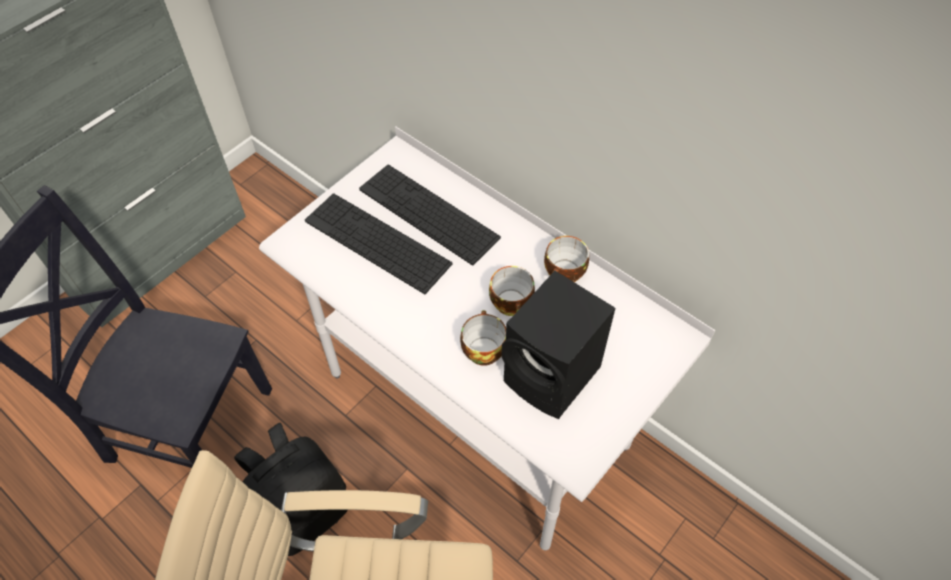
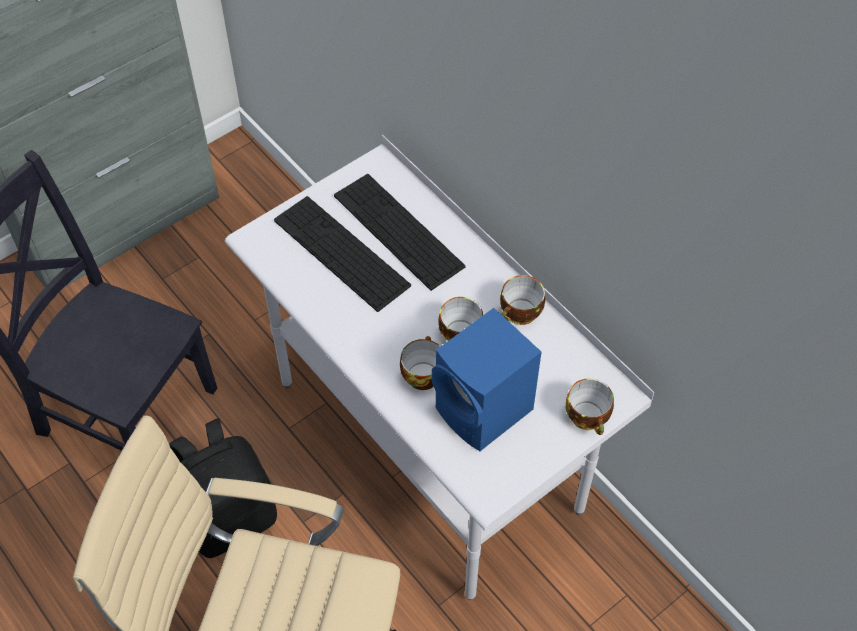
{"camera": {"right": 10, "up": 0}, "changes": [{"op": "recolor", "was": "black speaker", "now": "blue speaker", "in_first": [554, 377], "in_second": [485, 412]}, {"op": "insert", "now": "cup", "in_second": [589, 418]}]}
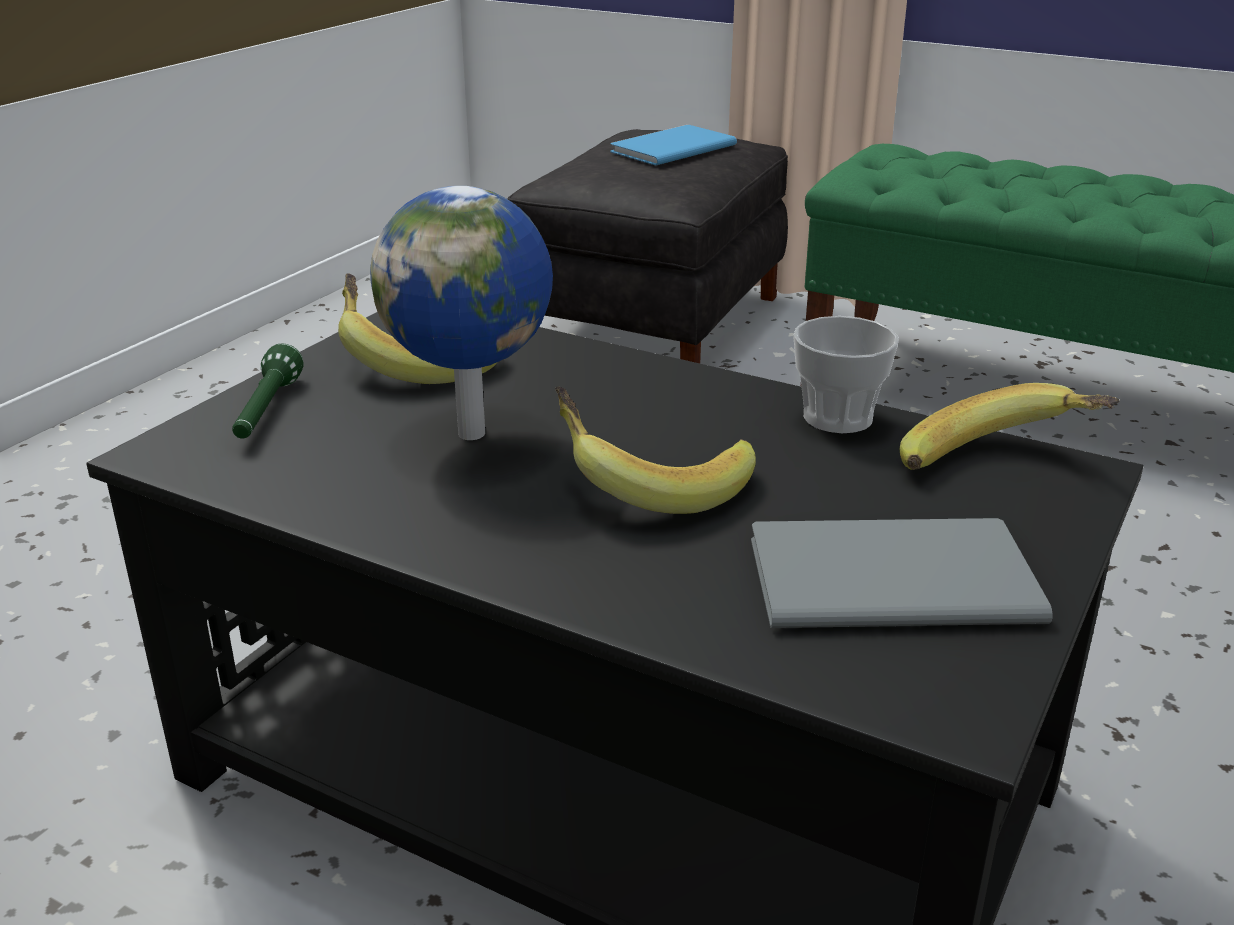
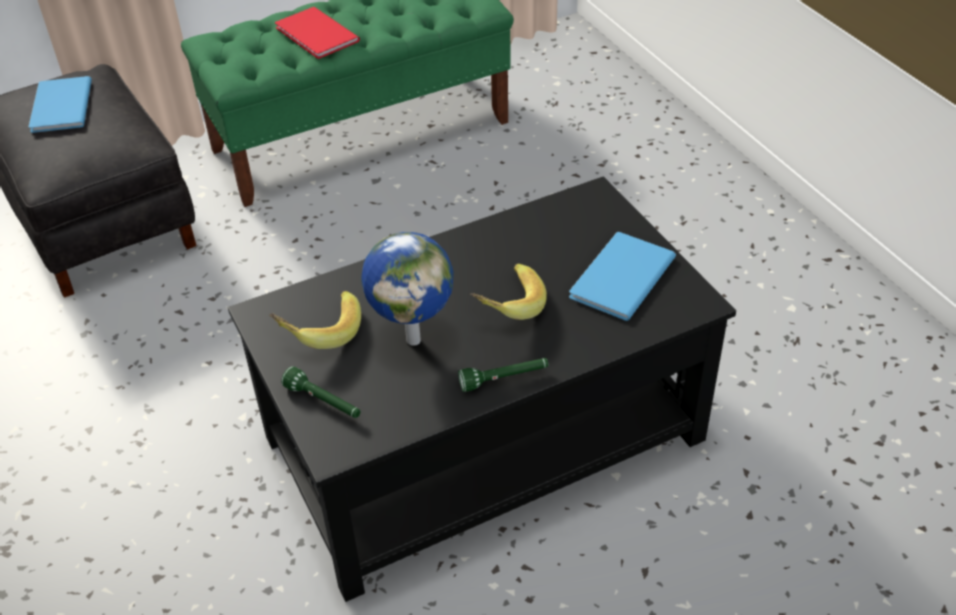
{"camera": {"right": -55, "up": 15}, "changes": [{"op": "recolor", "was": "grey book", "now": "blue book", "in_first": [882, 576], "in_second": [618, 278]}, {"op": "delete", "was": "cup", "in_first": [838, 418]}, {"op": "delete", "was": "banana", "in_first": [1000, 469]}, {"op": "insert", "now": "red book", "in_second": [316, 36]}, {"op": "insert", "now": "green flashlight", "in_second": [504, 379]}]}
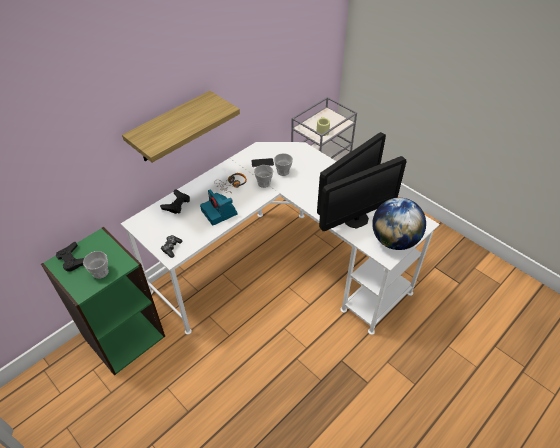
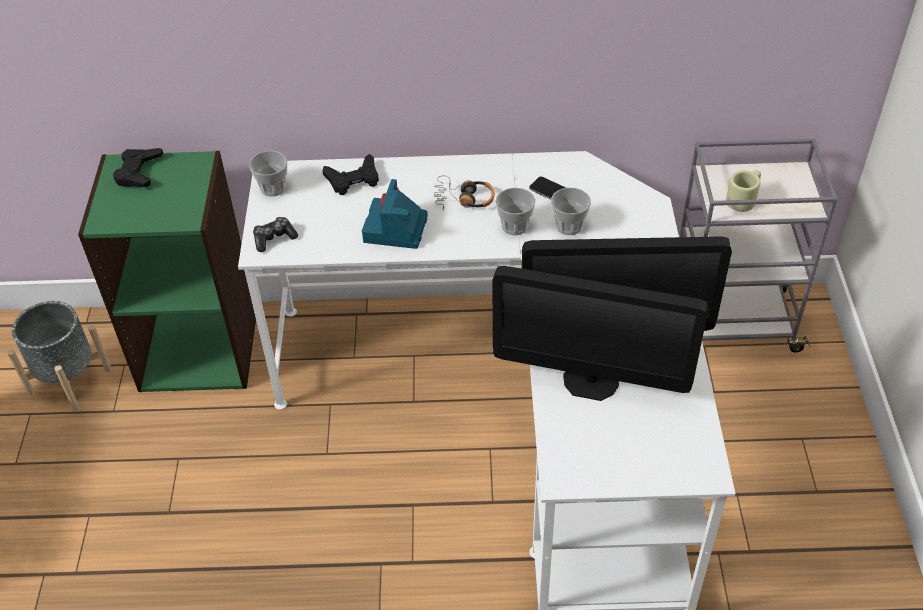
{"camera": {"right": 45, "up": 0}, "changes": [{"op": "move", "was": "cup", "in_first": [100, 272], "in_second": [273, 188]}, {"op": "delete", "was": "shelf", "in_first": [171, 128]}, {"op": "delete", "was": "globe", "in_first": [394, 240]}, {"op": "insert", "now": "grey planter", "in_second": [70, 381]}]}
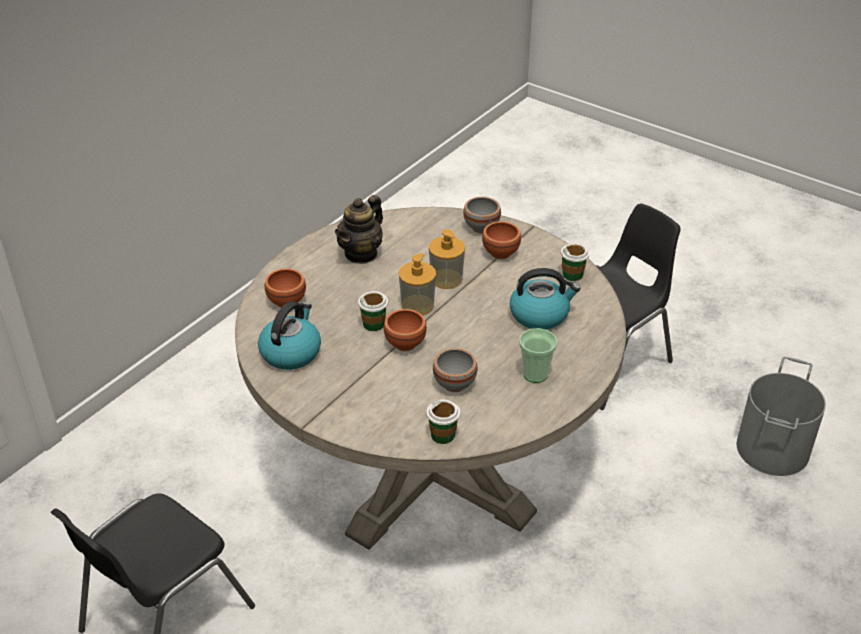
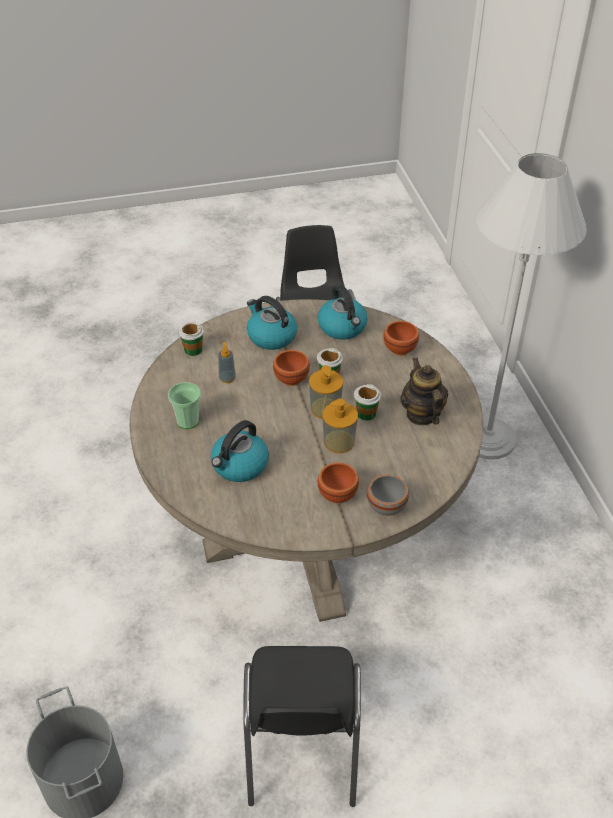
{"camera": {"right": 130, "up": 5}, "changes": [{"op": "replace", "was": "grey bowl", "now": "soap dispenser", "in_first": [453, 384], "in_second": [227, 378]}, {"op": "move", "was": "cup", "in_first": [572, 274], "in_second": [366, 413]}, {"op": "insert", "now": "kettle", "in_second": [271, 336]}, {"op": "insert", "now": "white floor lamp", "in_second": [488, 438]}]}
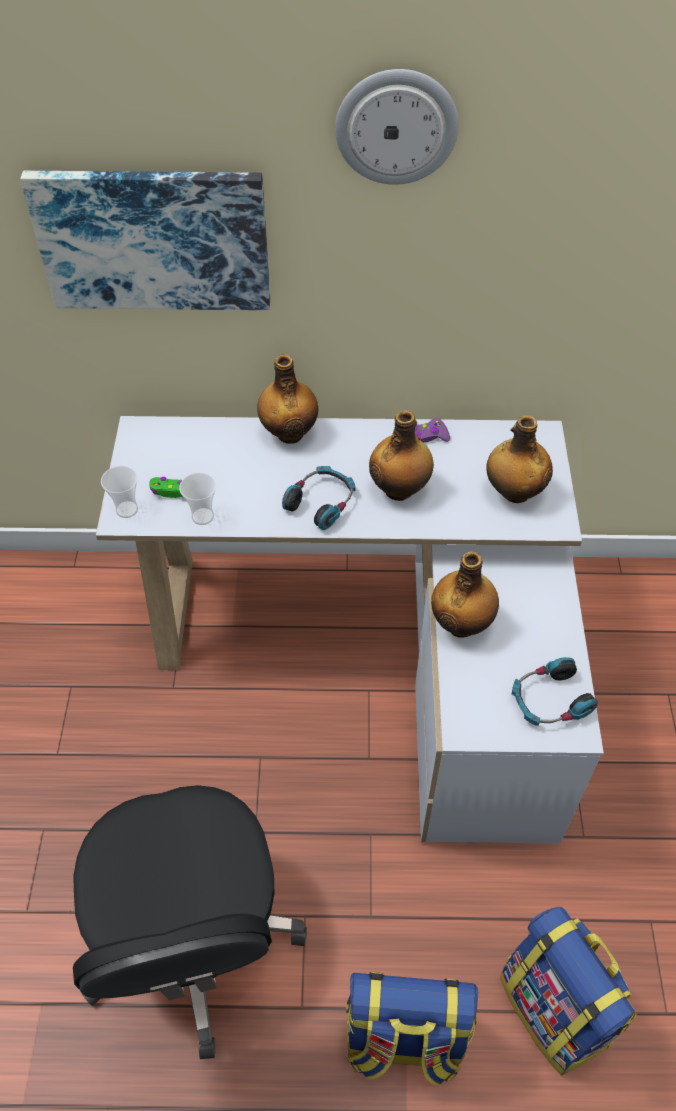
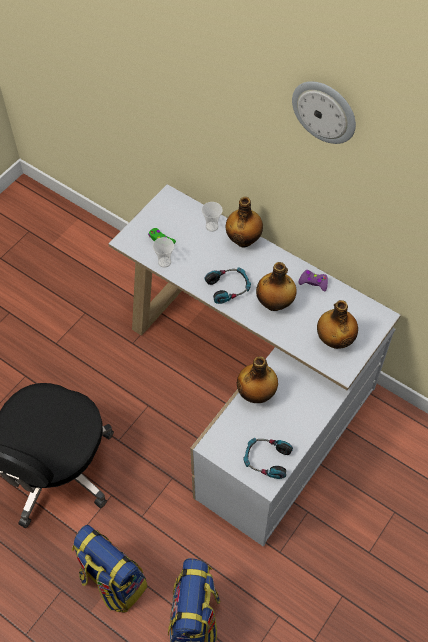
{"camera": {"right": 35, "up": 5}, "changes": [{"op": "delete", "was": "picture", "in_first": [154, 238]}, {"op": "move", "was": "cup", "in_first": [127, 509], "in_second": [212, 226]}]}
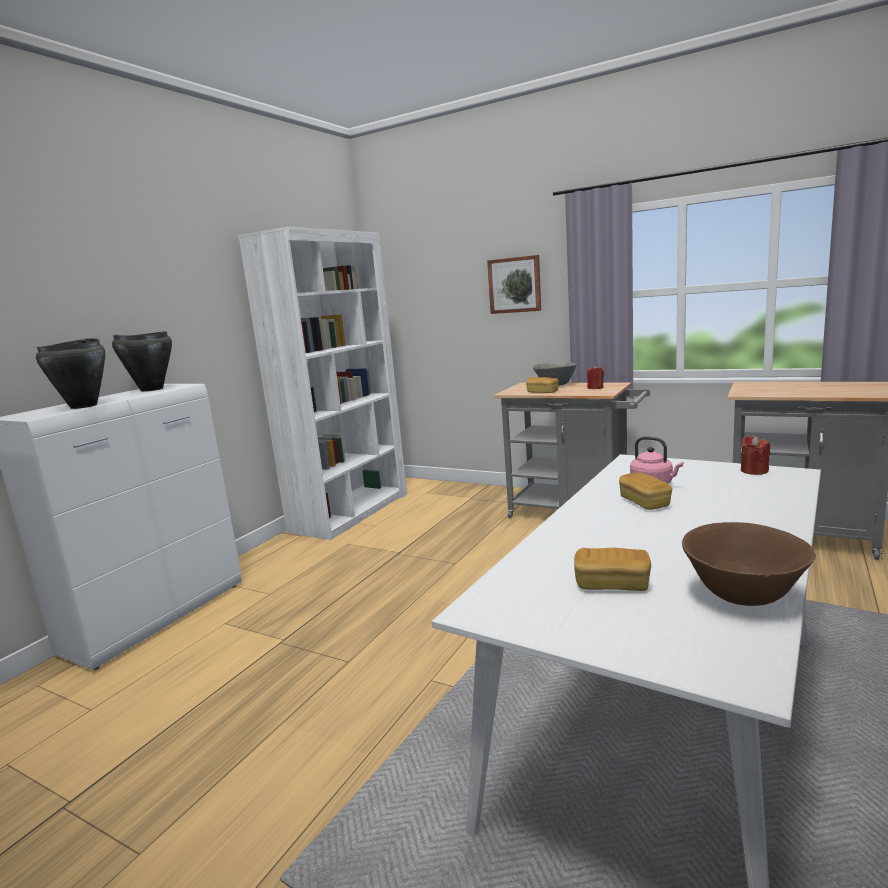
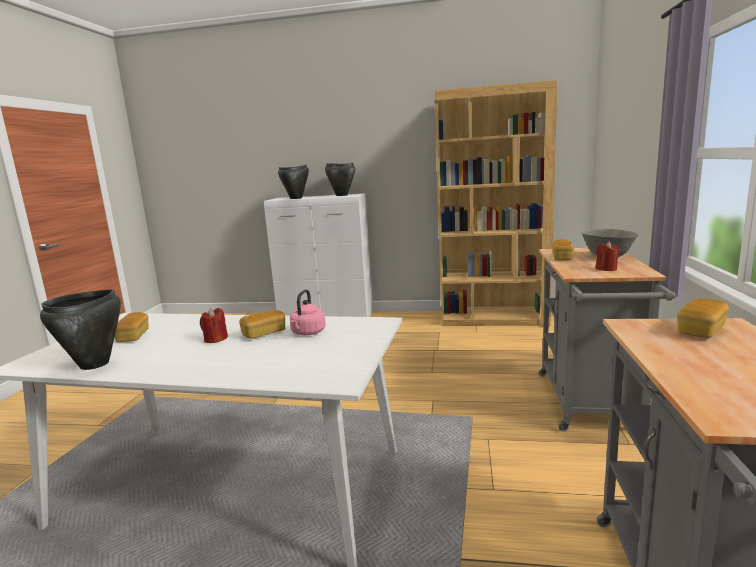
{"camera": {"right": 70, "up": 0}, "changes": [{"op": "recolor", "was": "white bookcase", "now": "brown bookcase", "in_first": [351, 512], "in_second": [493, 318]}, {"op": "delete", "was": "picture", "in_first": [515, 285]}, {"op": "replace", "was": "brown bowl", "now": "black cooking pot", "in_first": [743, 596], "in_second": [95, 364]}, {"op": "move", "was": "red candle", "in_first": [754, 471], "in_second": [215, 339]}, {"op": "insert", "now": "bread", "in_second": [701, 331]}]}
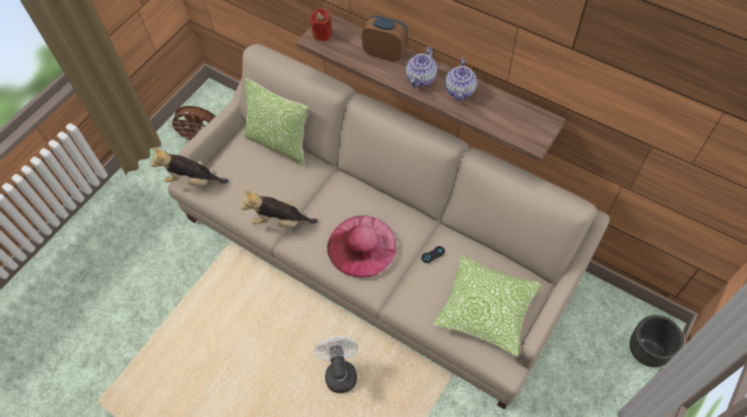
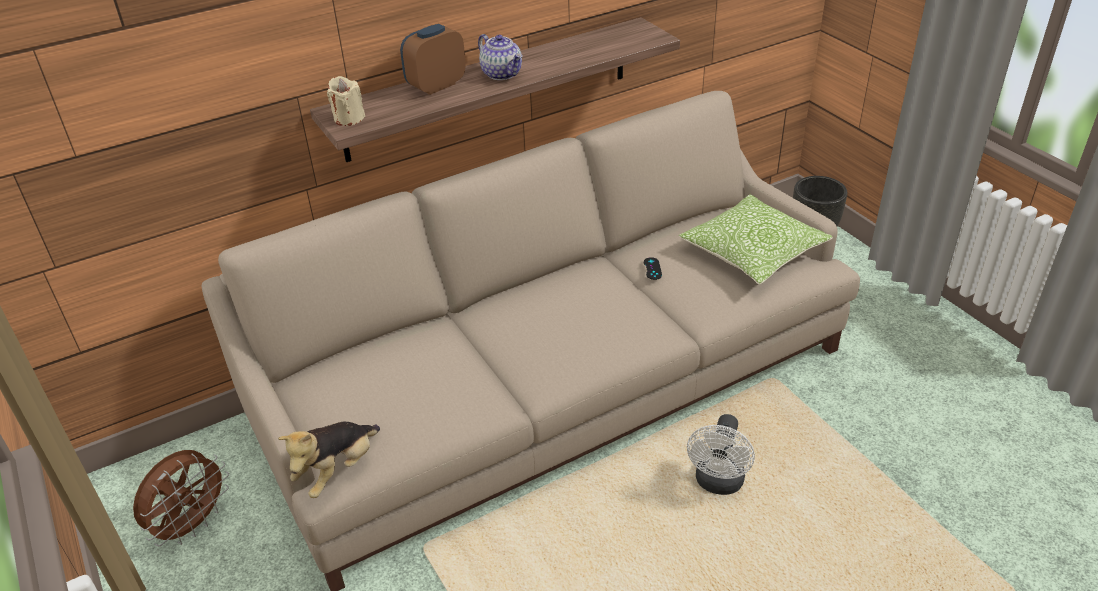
{"camera": {"right": -65, "up": -20}, "changes": [{"op": "delete", "was": "plush toy", "in_first": [280, 221]}, {"op": "delete", "was": "pillow", "in_first": [279, 144]}, {"op": "recolor", "was": "red candle", "now": "beige candle", "in_first": [322, 34], "in_second": [348, 118]}, {"op": "rotate", "was": "white fan", "in_first": [340, 372], "in_second": [718, 483], "clockwise": -90}, {"op": "delete", "was": "pink hat", "in_first": [362, 246]}, {"op": "delete", "was": "teapot", "in_first": [460, 91]}]}
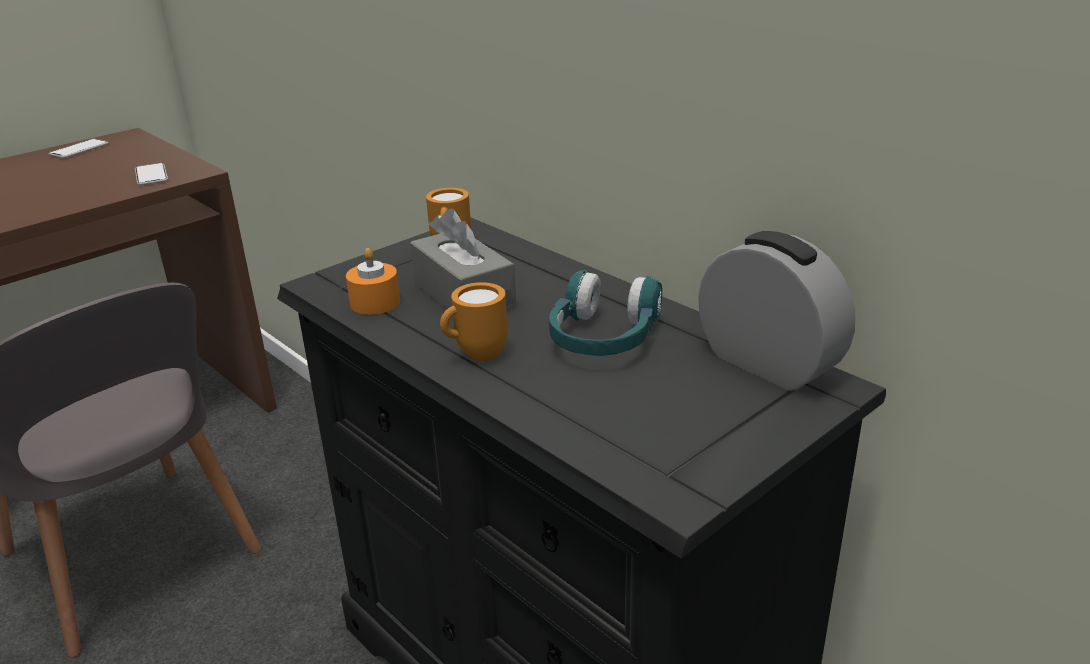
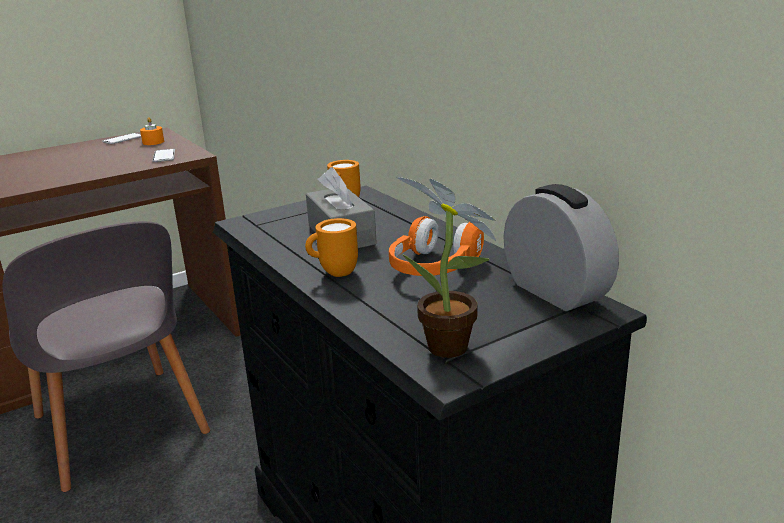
{"camera": {"right": 10, "up": -5}, "changes": [{"op": "move", "was": "orange candle", "in_first": [375, 302], "in_second": [153, 142]}, {"op": "recolor", "was": "turquoise headphones", "now": "orange headphones", "in_first": [603, 339], "in_second": [433, 268]}, {"op": "insert", "now": "potted plant", "in_second": [451, 350]}]}
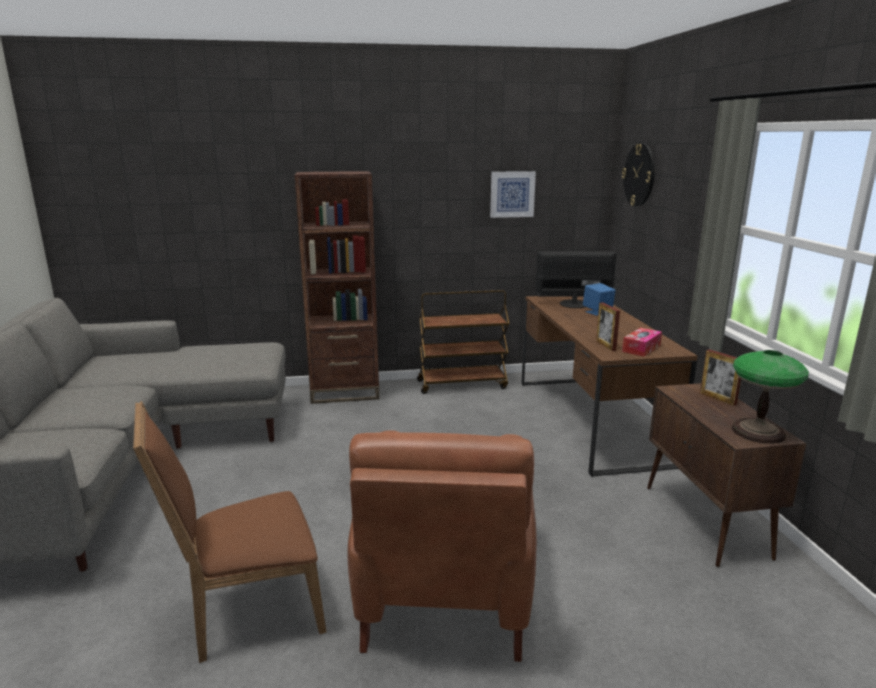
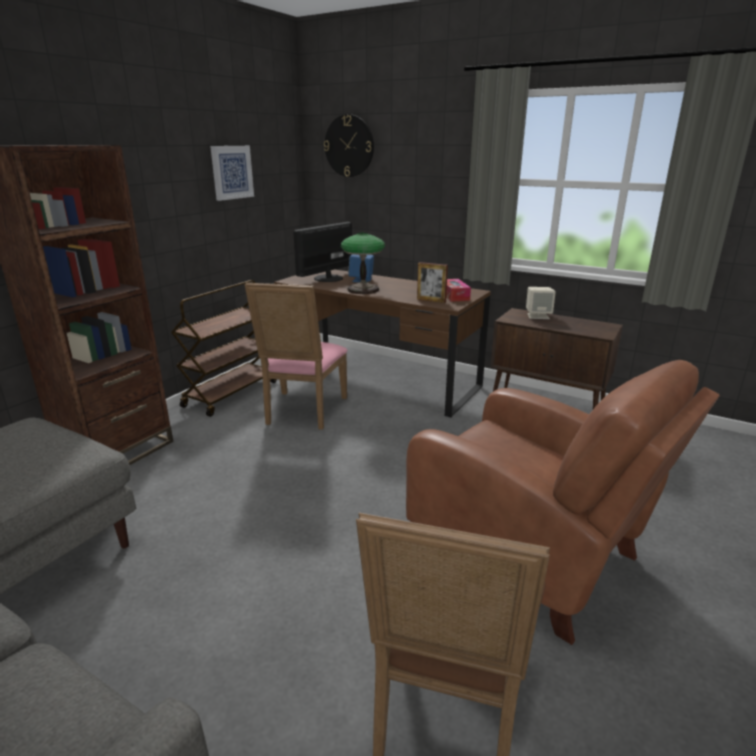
{"camera": {"right": -50, "up": 5}, "changes": [{"op": "replace", "was": "picture frame", "now": "beige speaker", "in_first": [718, 398], "in_second": [538, 316]}, {"op": "move", "was": "table lamp", "in_first": [757, 432], "in_second": [363, 290]}, {"op": "insert", "now": "pink chair", "in_second": [303, 412]}]}
